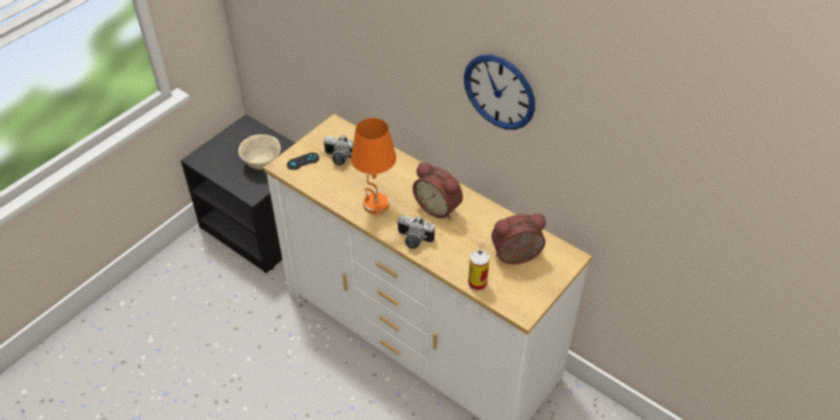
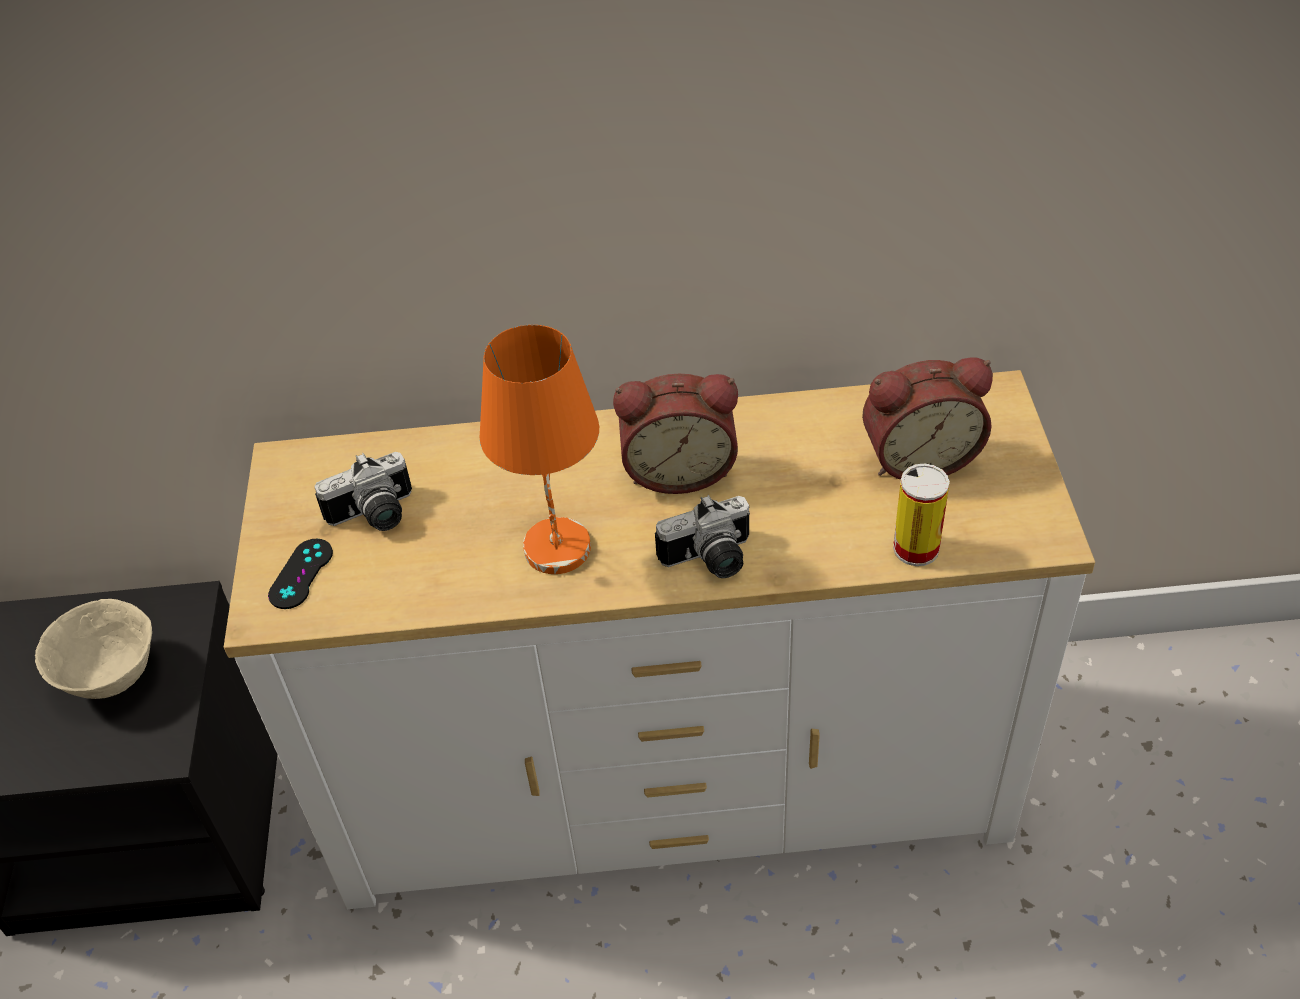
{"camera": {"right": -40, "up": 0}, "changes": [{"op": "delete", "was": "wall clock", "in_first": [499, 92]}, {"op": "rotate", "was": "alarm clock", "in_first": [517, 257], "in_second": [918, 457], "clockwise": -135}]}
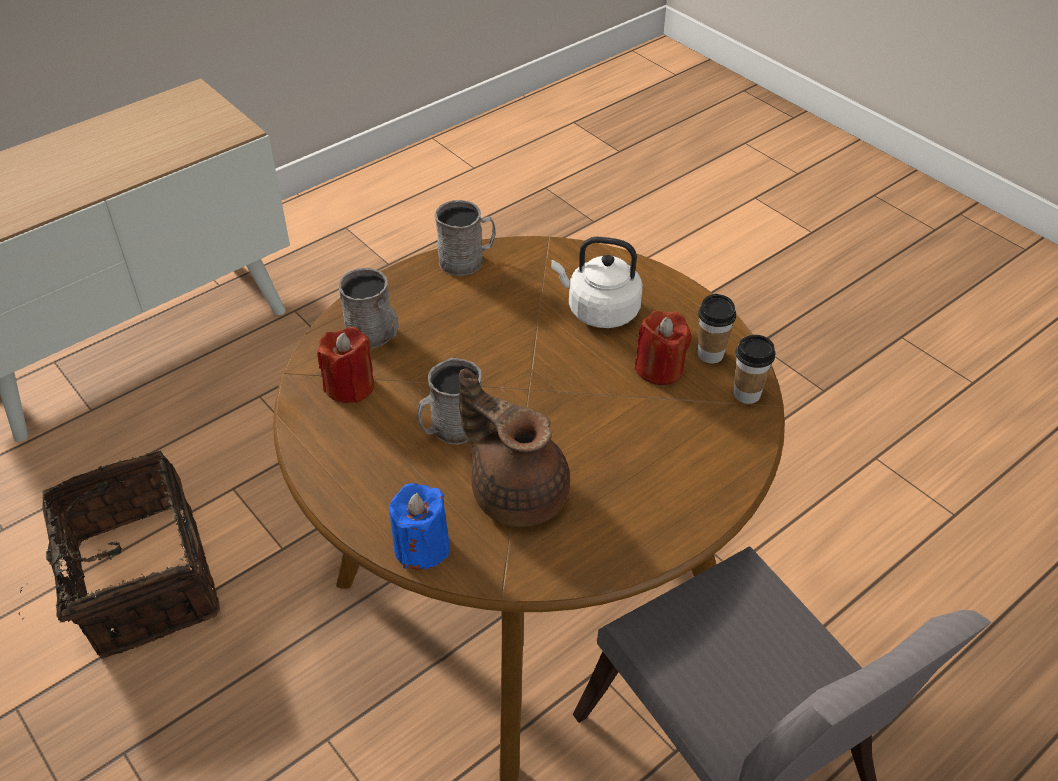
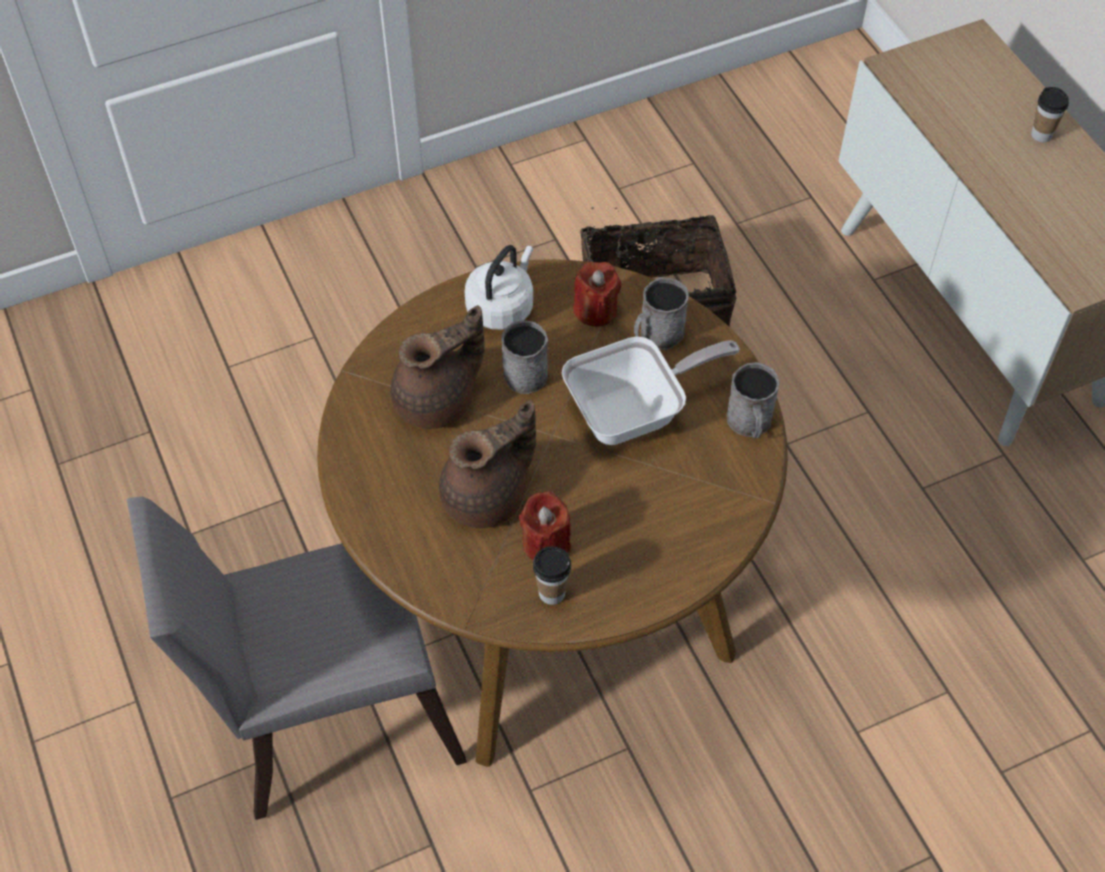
{"camera": {"right": 105, "up": 10}, "changes": [{"op": "delete", "was": "blue candle", "in_first": [421, 547]}, {"op": "move", "was": "white kettle", "in_first": [599, 311], "in_second": [502, 307]}, {"op": "move", "was": "cup", "in_first": [747, 394], "in_second": [1041, 135]}, {"op": "insert", "now": "brown teapot", "in_second": [488, 497]}, {"op": "insert", "now": "frying pan", "in_second": [634, 412]}]}
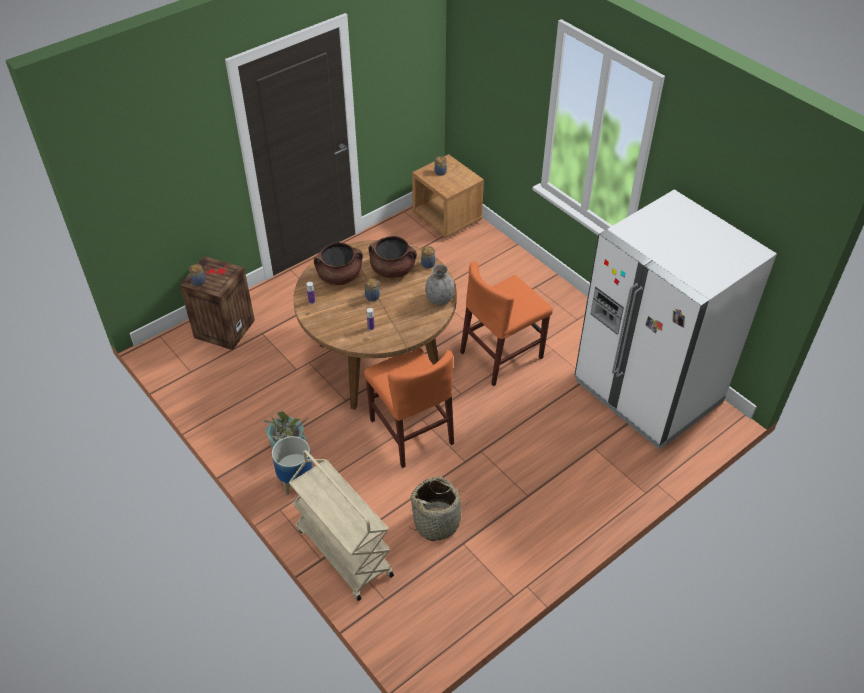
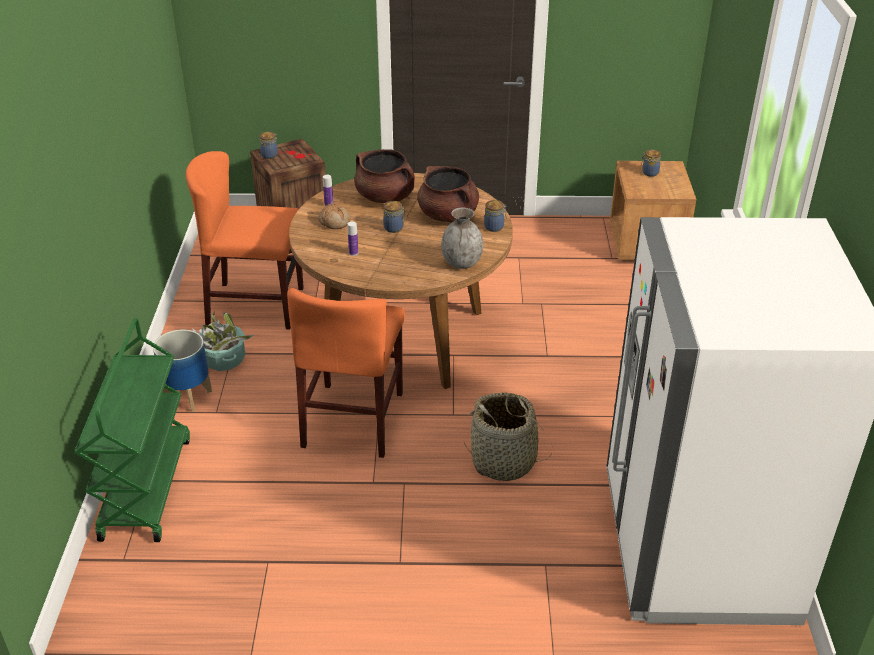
{"camera": {"right": 40, "up": -10}, "changes": [{"op": "recolor", "was": "beige cart", "now": "green cart", "in_first": [343, 551], "in_second": [145, 487]}, {"op": "move", "was": "basket", "in_first": [437, 522], "in_second": [504, 462]}, {"op": "move", "was": "orange chair", "in_first": [501, 355], "in_second": [256, 306]}, {"op": "insert", "now": "bread", "in_second": [335, 222]}]}
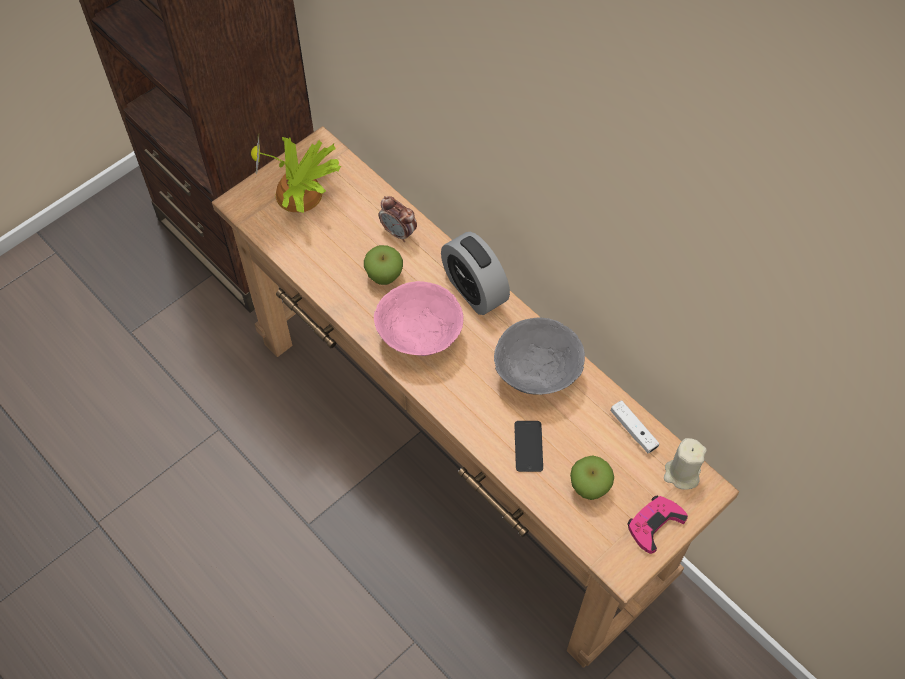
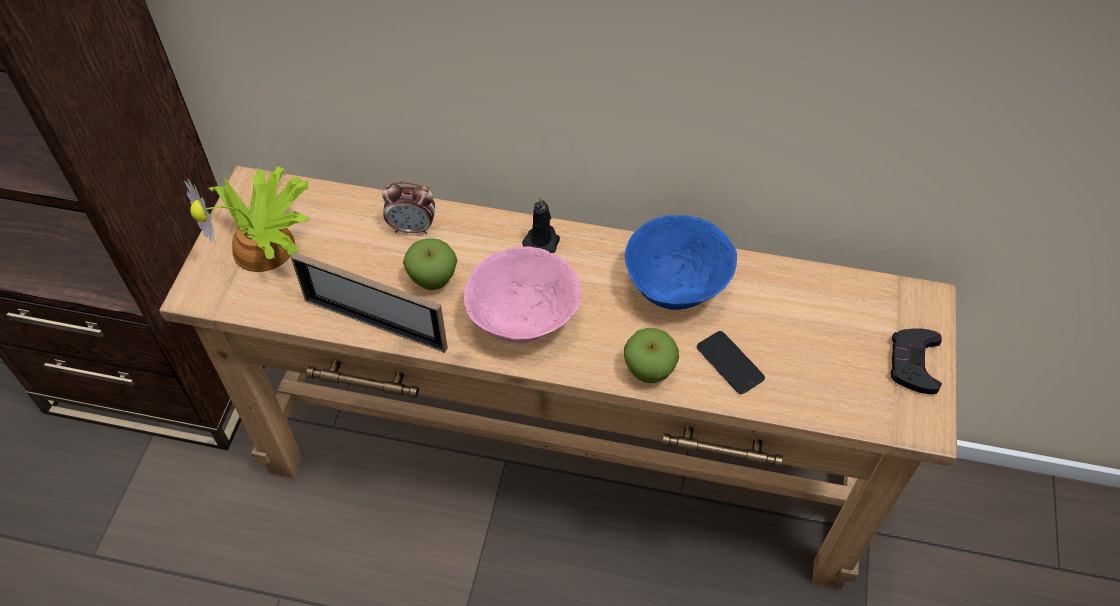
{"camera": {"right": -35, "up": -5}, "changes": [{"op": "replace", "was": "alarm clock", "now": "black candle", "in_first": [474, 290], "in_second": [542, 241]}, {"op": "recolor", "was": "grey bowl", "now": "blue bowl", "in_first": [538, 374], "in_second": [677, 286]}, {"op": "move", "was": "apple", "in_first": [589, 487], "in_second": [649, 370]}, {"op": "delete", "was": "white game controller", "in_first": [633, 430]}, {"op": "recolor", "was": "pink game controller", "now": "black game controller", "in_first": [654, 524], "in_second": [913, 363]}, {"op": "delete", "was": "beige candle", "in_first": [681, 474]}, {"op": "insert", "now": "picture frame", "in_second": [375, 324]}]}
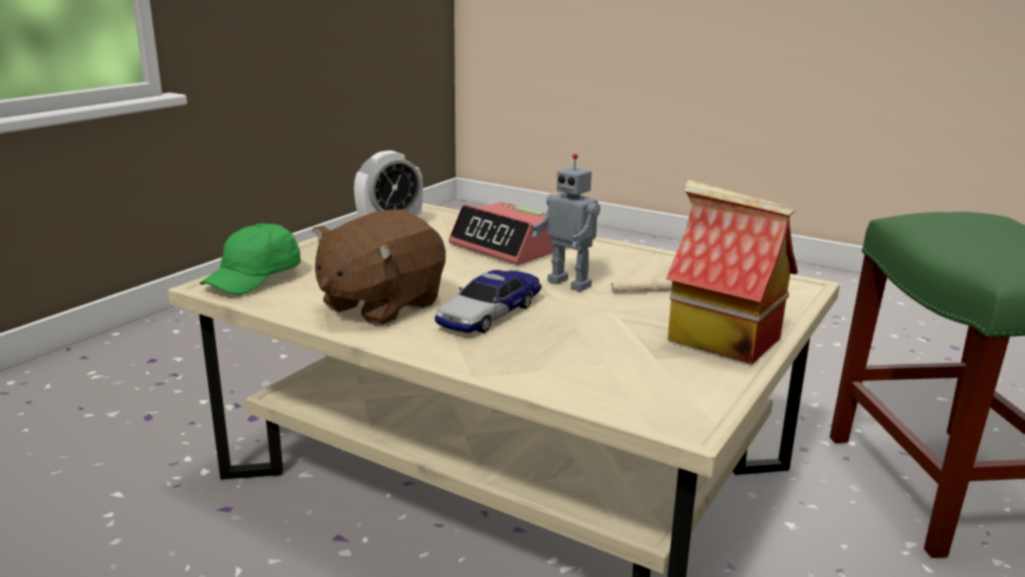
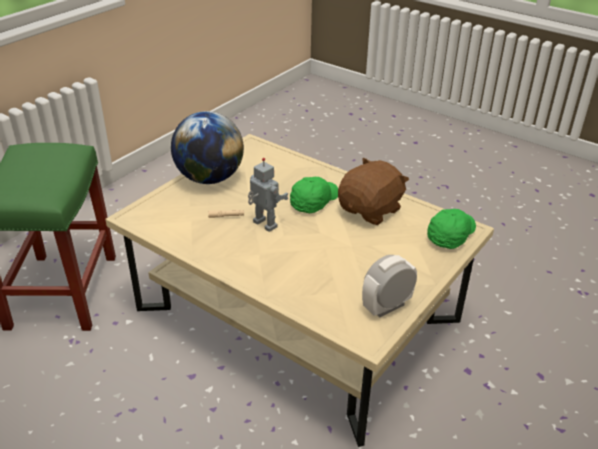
{"camera": {"right": -175, "up": 15}, "changes": [{"op": "replace", "was": "toy car", "now": "green cap", "in_first": [490, 313], "in_second": [313, 201]}, {"op": "delete", "was": "alarm clock", "in_first": [509, 247]}, {"op": "replace", "was": "toy house", "now": "globe", "in_first": [721, 339], "in_second": [209, 178]}]}
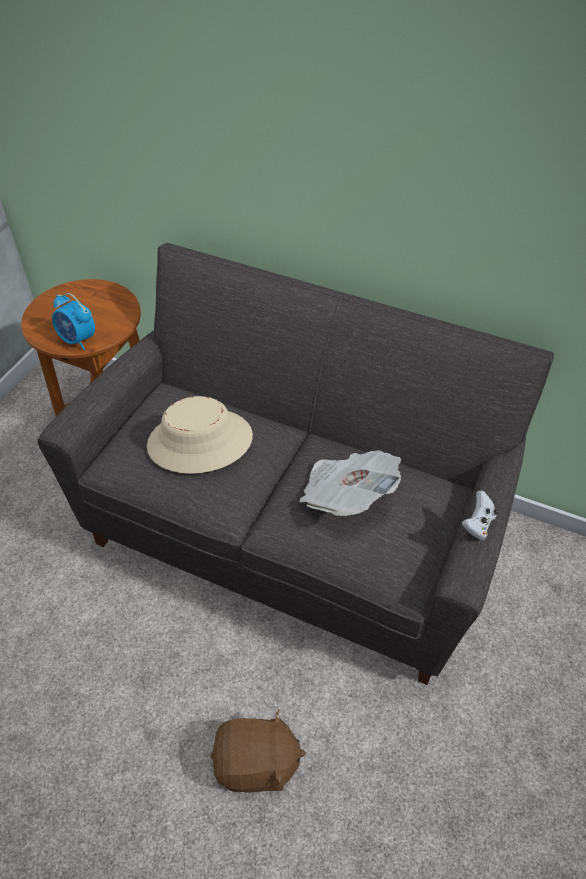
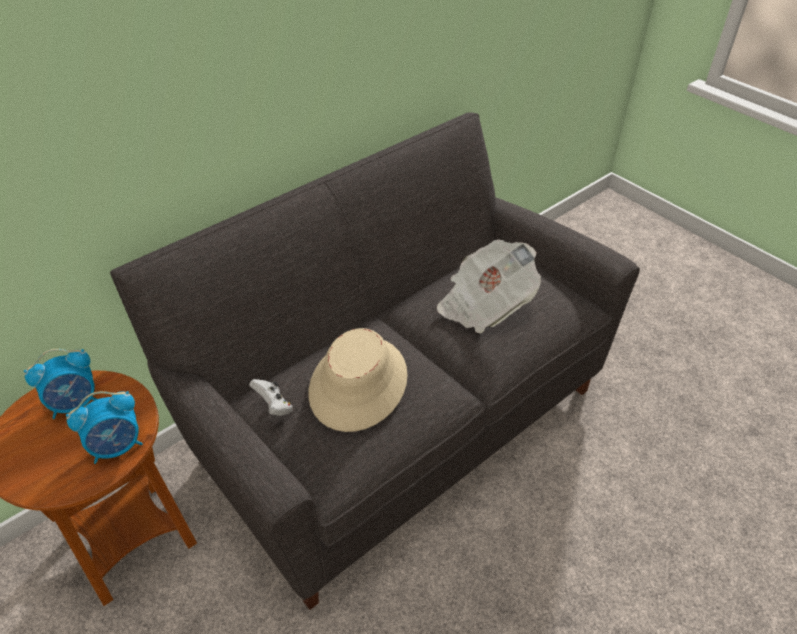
{"camera": {"right": -65, "up": -5}, "changes": [{"op": "delete", "was": "brown plush toy", "in_first": [256, 764]}, {"op": "move", "was": "white game controller", "in_first": [478, 524], "in_second": [274, 406]}, {"op": "insert", "now": "alarm clock", "in_second": [75, 403]}]}
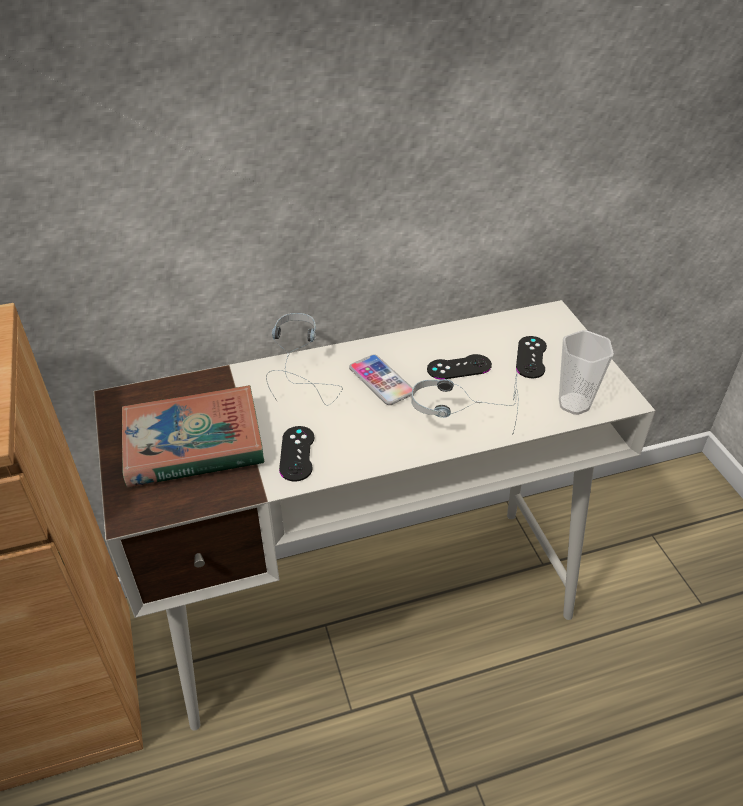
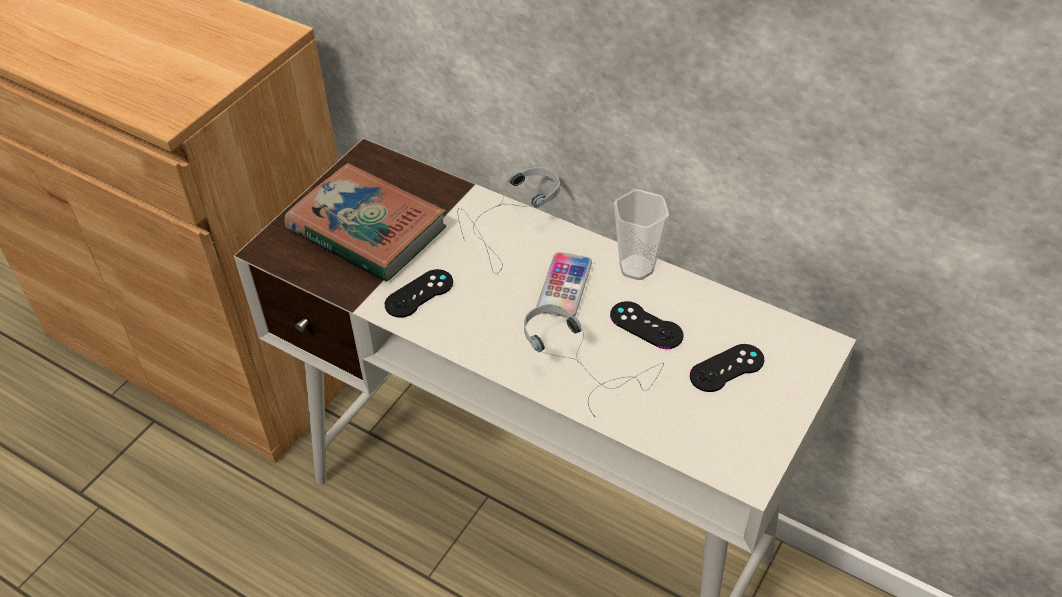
{"camera": {"right": 50, "up": 5}, "changes": [{"op": "move", "was": "cup", "in_first": [574, 404], "in_second": [636, 267]}]}
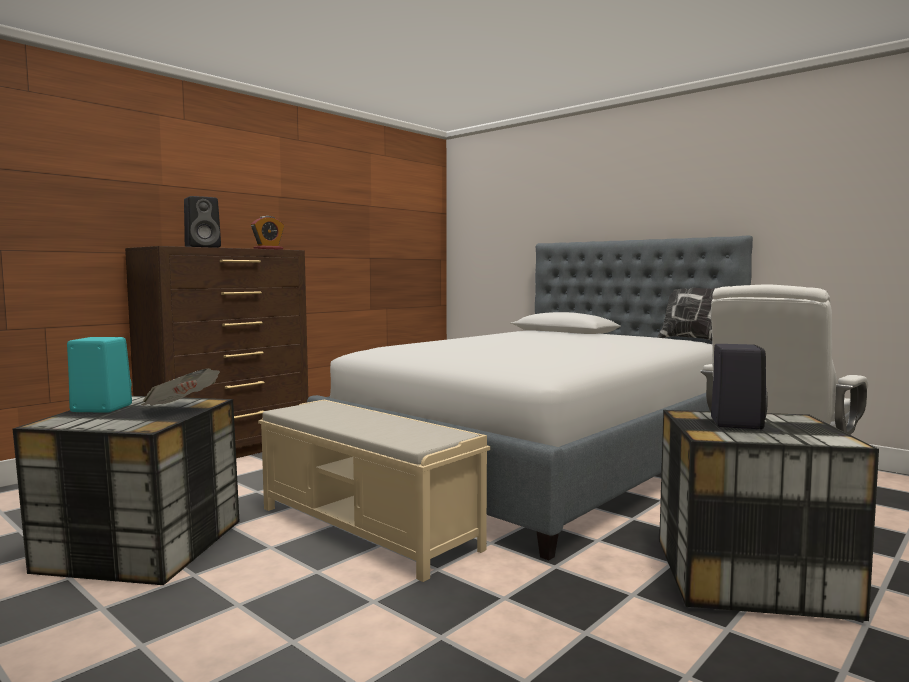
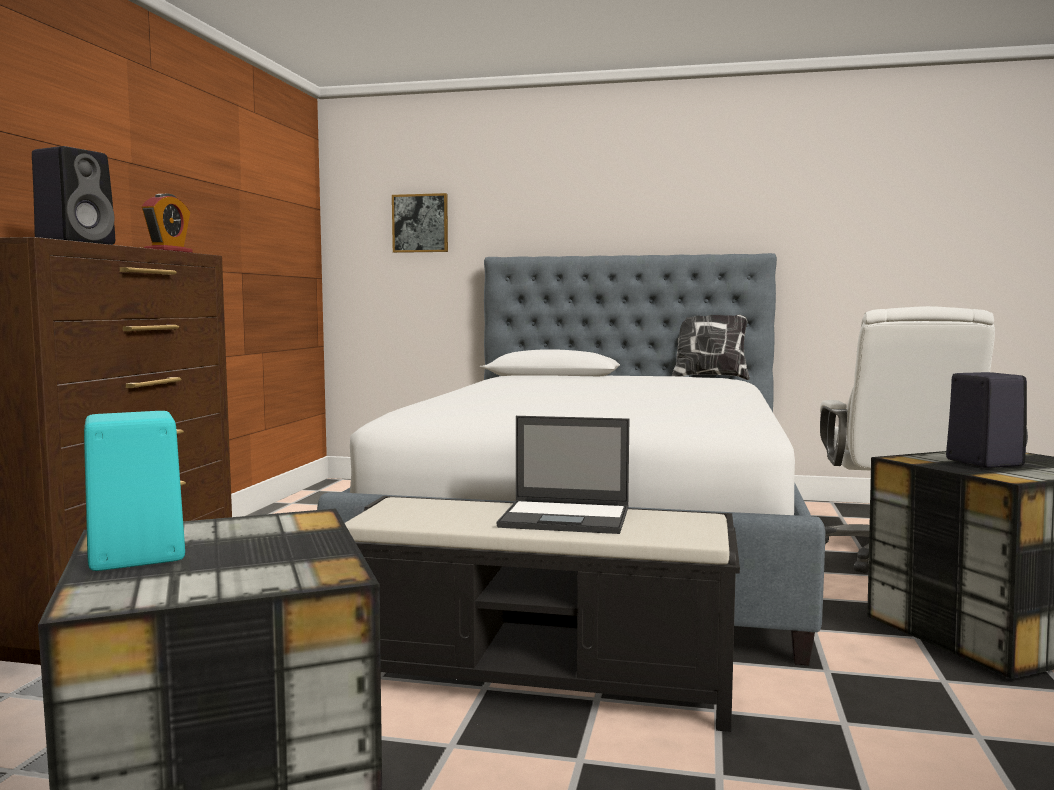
{"camera": {"right": -30, "up": 0}, "changes": [{"op": "delete", "was": "newspaper", "in_first": [181, 408]}, {"op": "recolor", "was": "beige bench", "now": "black bench", "in_first": [367, 528], "in_second": [541, 681]}, {"op": "insert", "now": "picture", "in_second": [420, 223]}, {"op": "insert", "now": "laptop", "in_second": [567, 518]}]}
